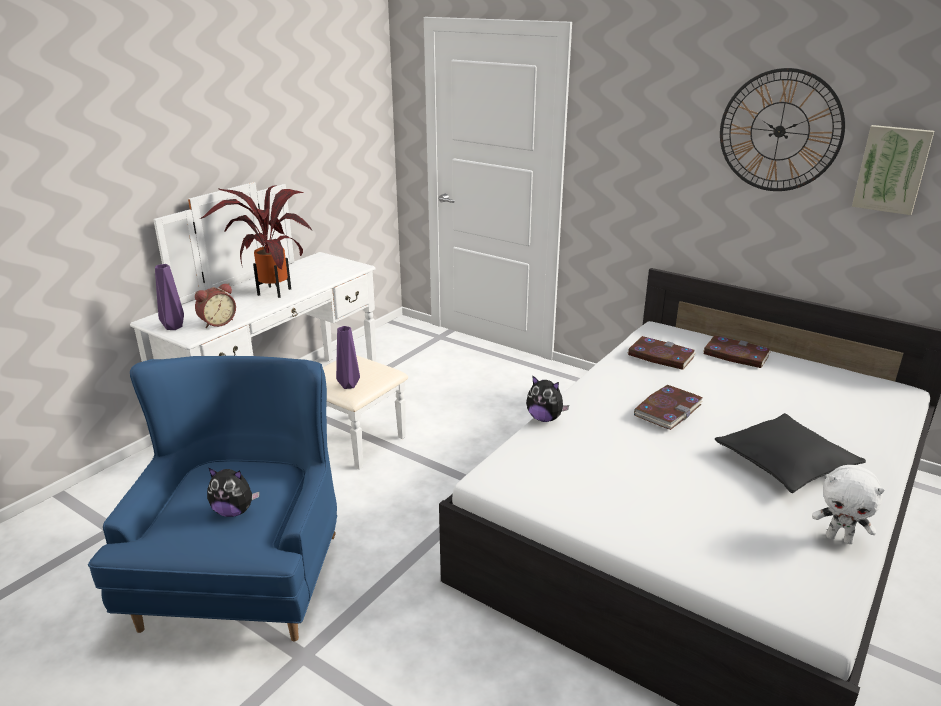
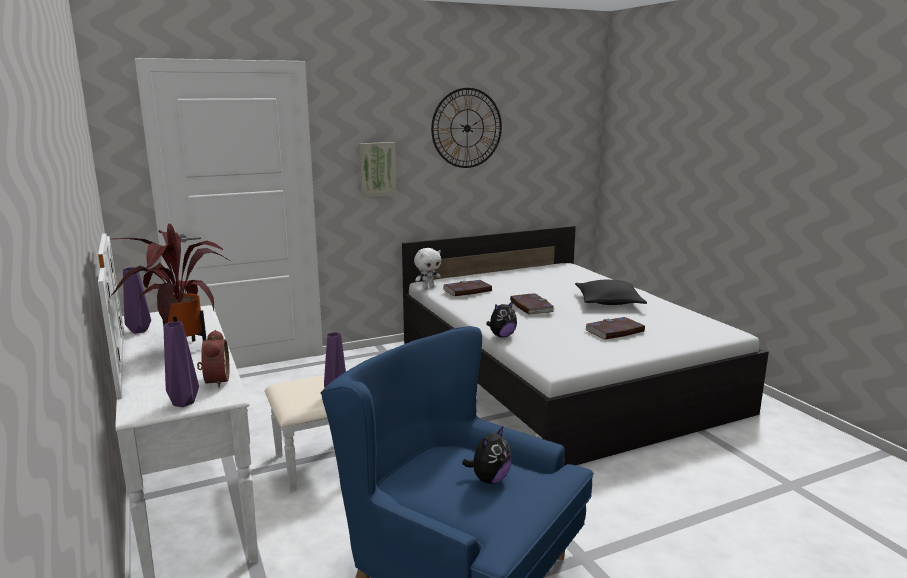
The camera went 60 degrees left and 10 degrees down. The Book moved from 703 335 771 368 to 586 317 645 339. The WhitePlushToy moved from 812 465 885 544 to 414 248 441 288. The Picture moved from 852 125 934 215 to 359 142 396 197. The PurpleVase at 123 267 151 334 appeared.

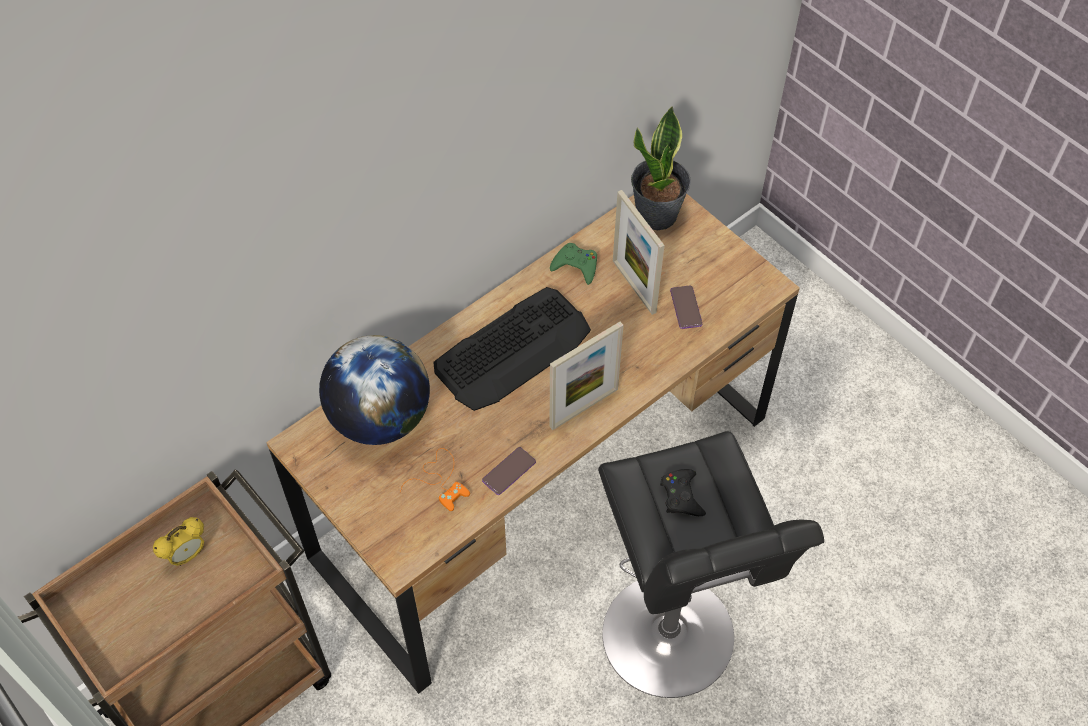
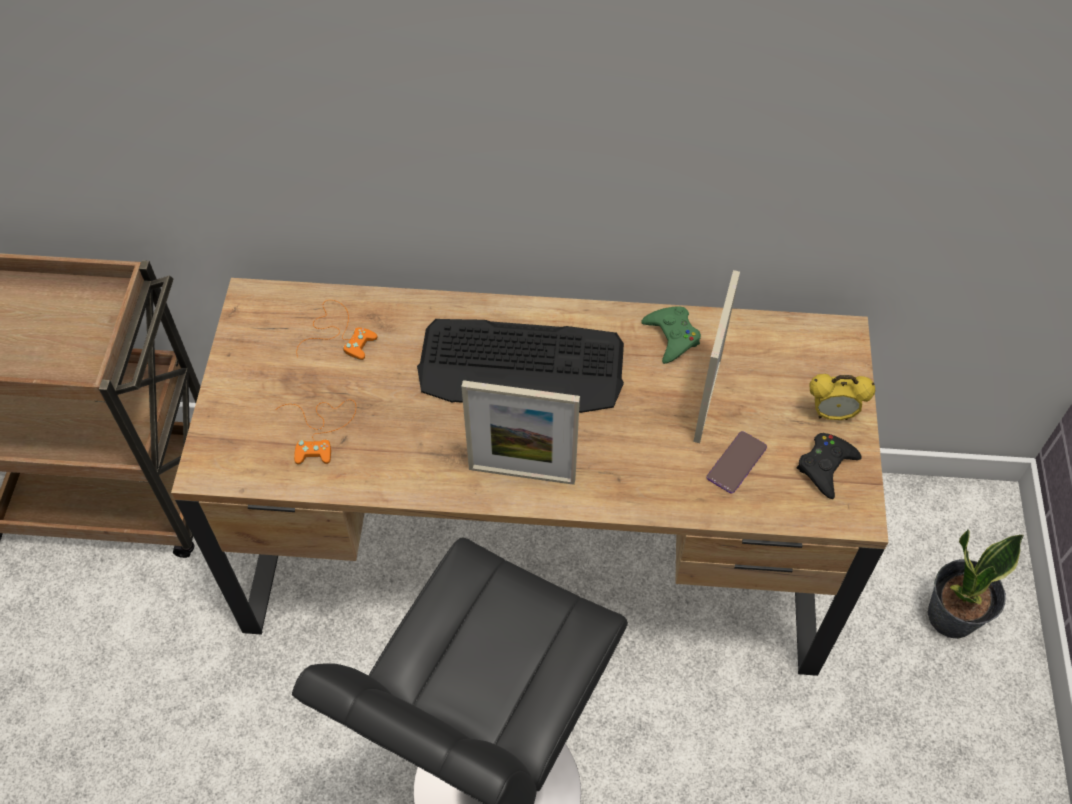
The camera went 45 degrees right and 0 degrees up. The AlarmClock moved from 153 517 204 566 to 809 374 875 420. The Globe at 319 335 430 445 was replaced by the OrangeGameController at 296 300 377 360. The Phone at 482 447 536 495 disappeared. The PottedPlant moved from 631 106 691 230 to 927 529 1024 639. The BlackGameController moved from 660 469 706 516 to 796 433 862 499.

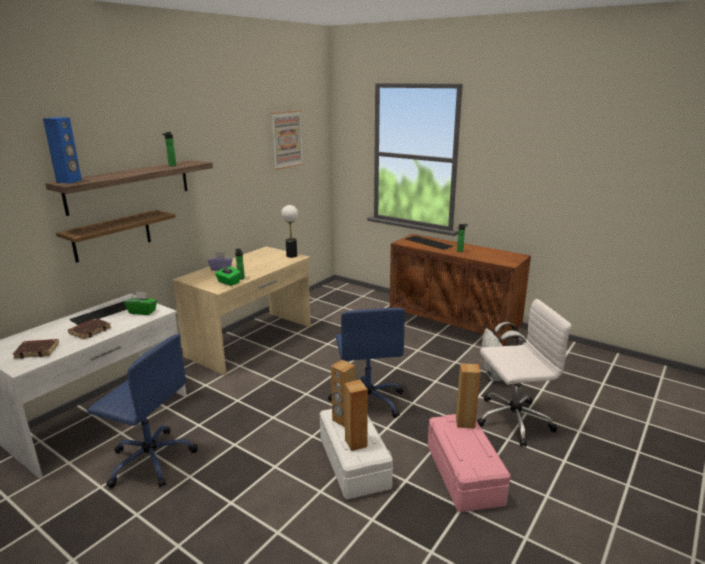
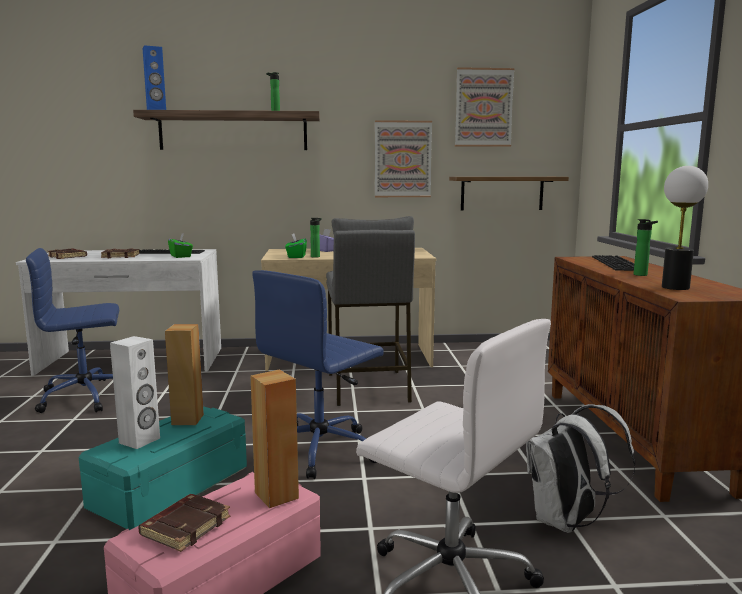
The camera went 50 degrees right and 10 degrees down. The Shelf moved from 56 210 176 263 to 449 177 569 210. The BlueOfficeChair at 88 334 198 488 turned 90 degrees clockwise. The TableLamp moved from 281 205 298 258 to 662 166 708 290. The WhiteStorageBox at 320 409 393 499 became the TurquoiseStorageBox at 79 406 247 530. The BrownSpeaker at 344 380 368 451 became the WhiteSpeaker at 110 336 160 449. The BrownBook at 138 494 230 552 appeared. The GreyStool at 326 216 415 406 appeared. The Picture at 375 120 432 197 appeared.

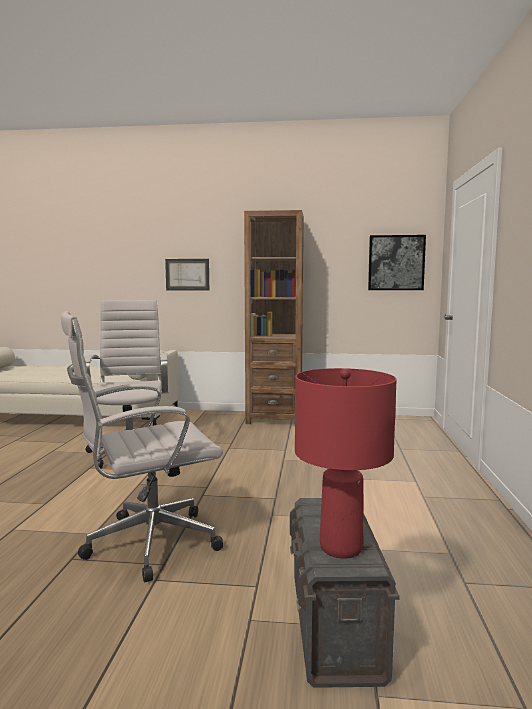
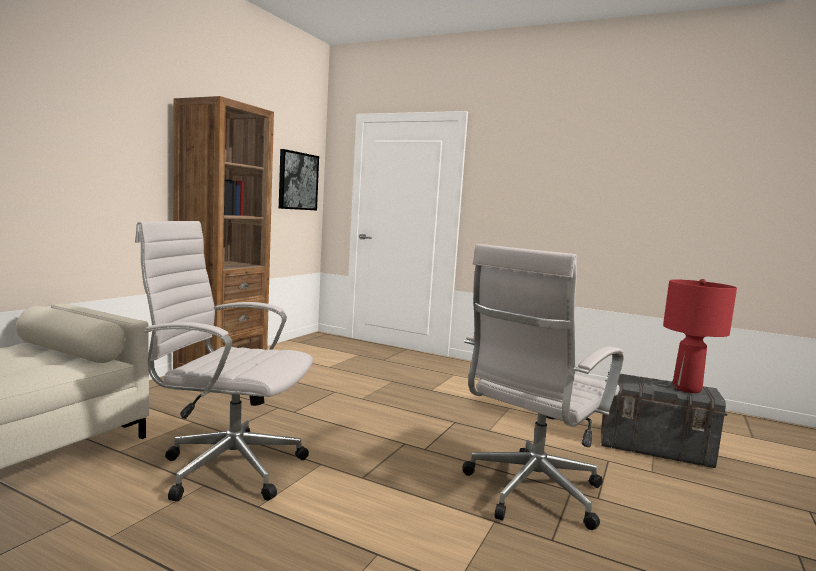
The camera went 70 degrees left and 0 degrees up. The WhiteOfficeChair at 61 311 223 582 turned 45 degrees clockwise. The Picture at 165 259 209 291 disappeared.

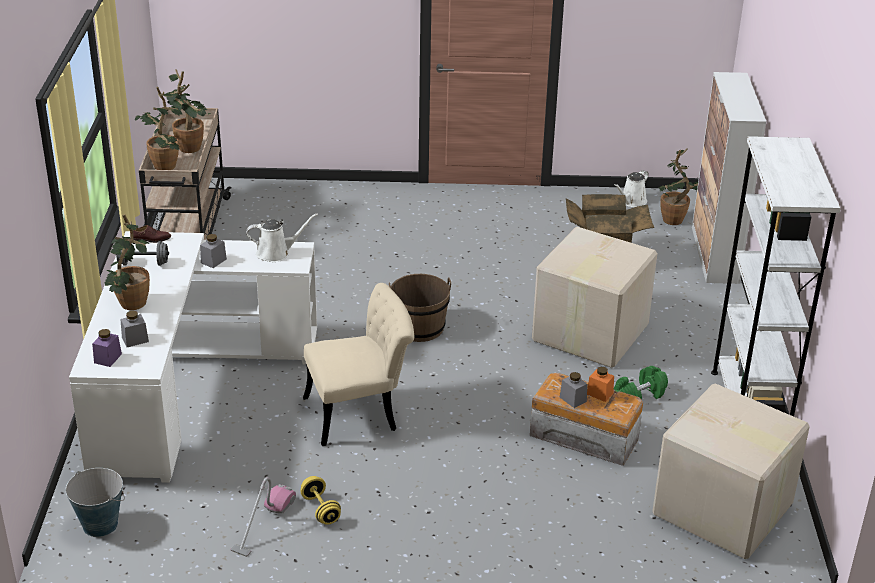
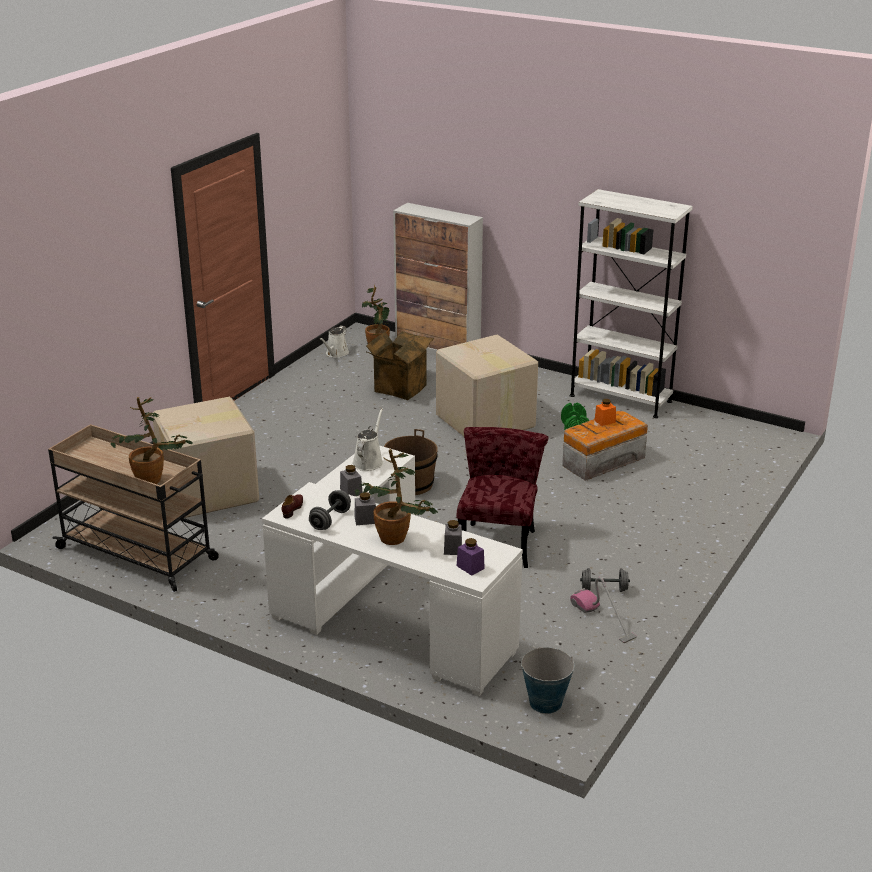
The camera went 60 degrees left and 5 degrees down. The PottedPlant at 166 69 210 153 disappeared. The YellowDumbbell at 301 476 341 525 became the GreyDumbbell at 580 568 630 592. The BeigeChair at 303 283 414 446 became the RedChair at 457 427 548 568. The GreyJar moved from 560 372 587 408 to 355 492 376 525. The WhiteWateringCan at 614 170 649 207 turned 45 degrees clockwise. The CardboardBox moved from 652 383 810 559 to 152 397 259 518.

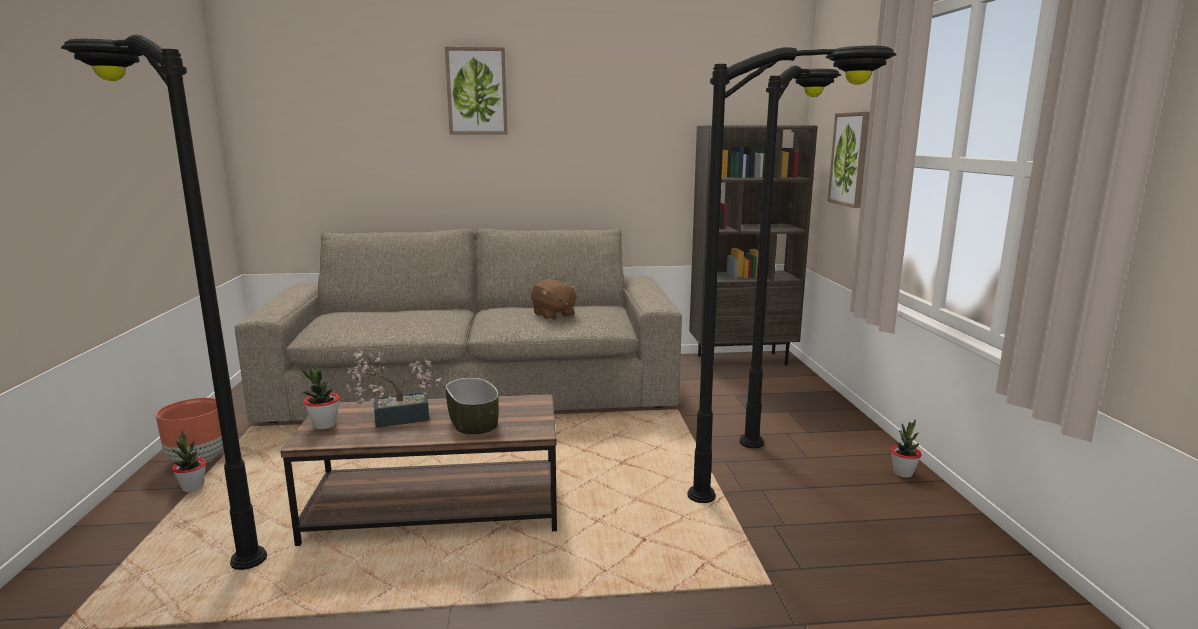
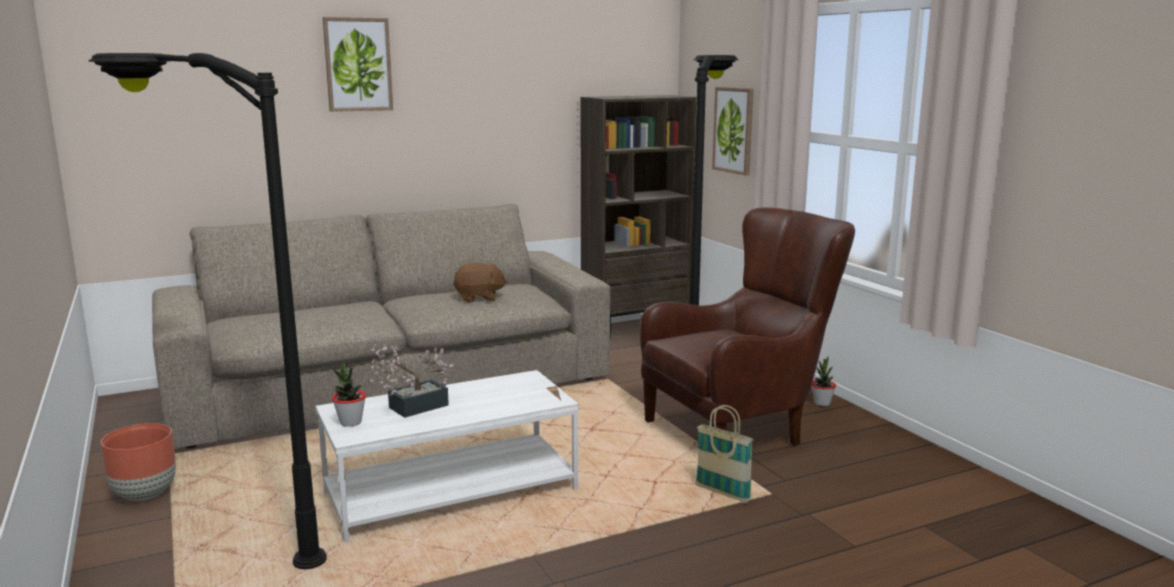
The camera went 20 degrees left and 0 degrees up. The PottedPlant at 171 431 206 492 disappeared. The BrownCoffeeTable at 280 394 557 546 became the WhiteCoffeeTable at 315 370 579 542. The Bowl at 445 378 499 435 disappeared. The BrownPlushToy at 531 279 578 320 turned 45 degrees counterclockwise. The BlackFloorLamp at 687 46 897 503 was replaced by the BrownArmchair at 640 207 855 446. The Basket at 695 405 754 504 appeared.

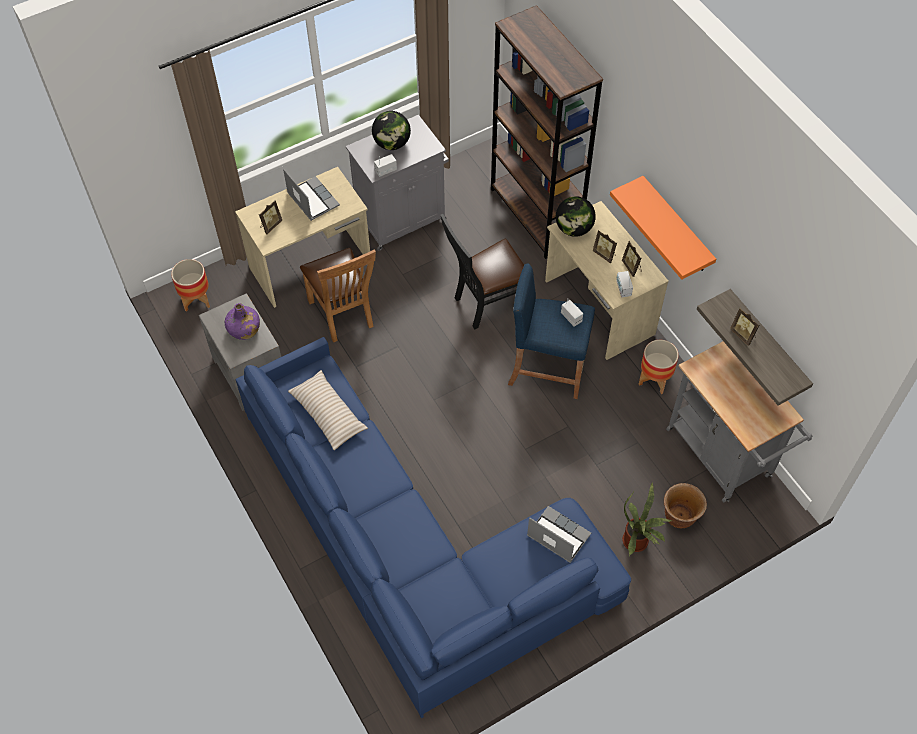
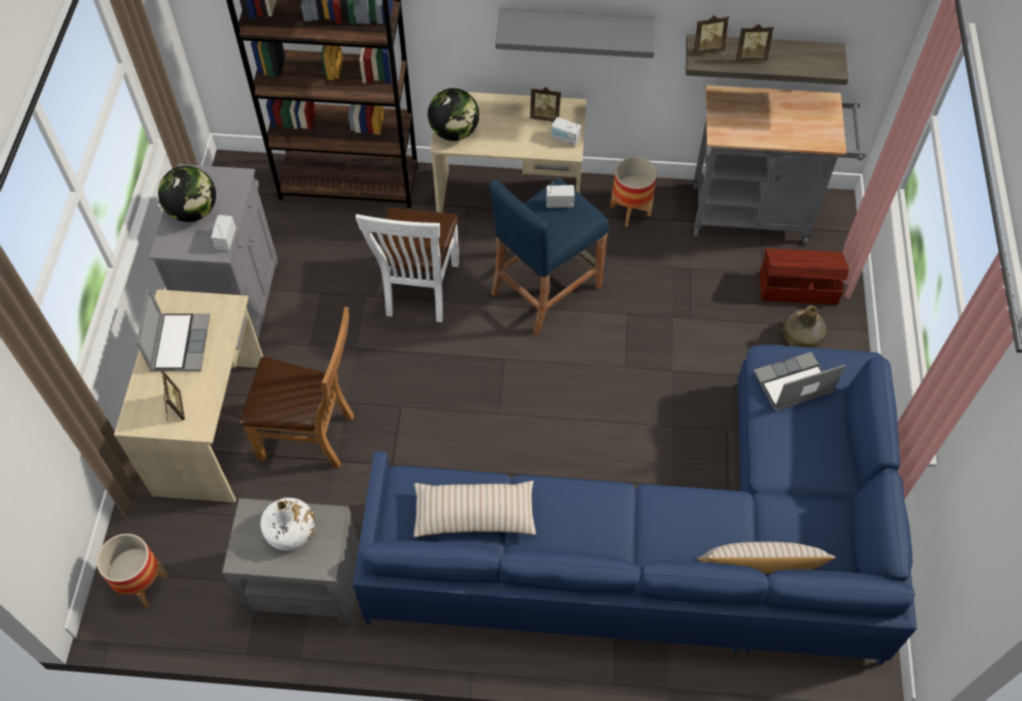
The camera went 55 degrees left and 0 degrees up. The PurpleBottle at 225 303 260 340 became the WhiteBottle at 261 498 315 550. The Laptop at 283 169 340 221 turned 90 degrees clockwise. The BlackChair at 441 214 524 329 became the WhiteChair at 355 207 459 322. The PictureFrame moved from 593 230 617 263 to 694 15 729 55. The OrangeShelf at 610 176 716 280 became the GreyShelf at 495 7 655 58. The PottedPlant at 622 483 672 556 was replaced by the GreenBottle at 783 305 827 348. The BrownPlanter at 664 483 707 528 was replaced by the BrownStorageBox at 760 248 849 305. The BeigePillow at 697 542 836 573 appeared.

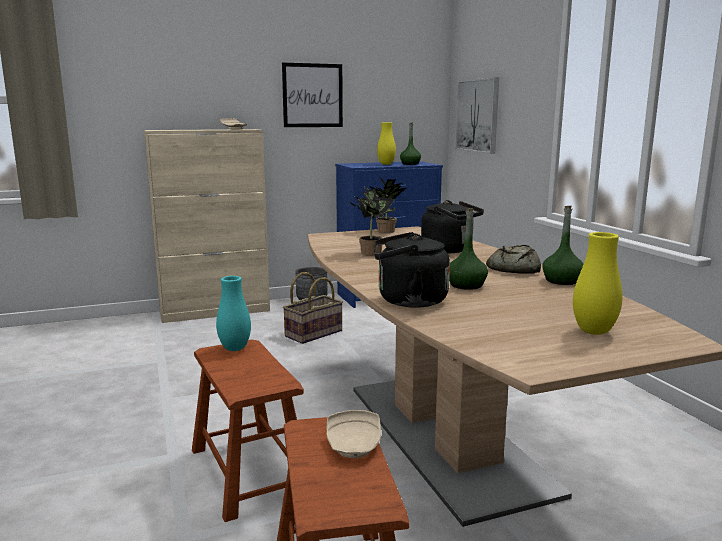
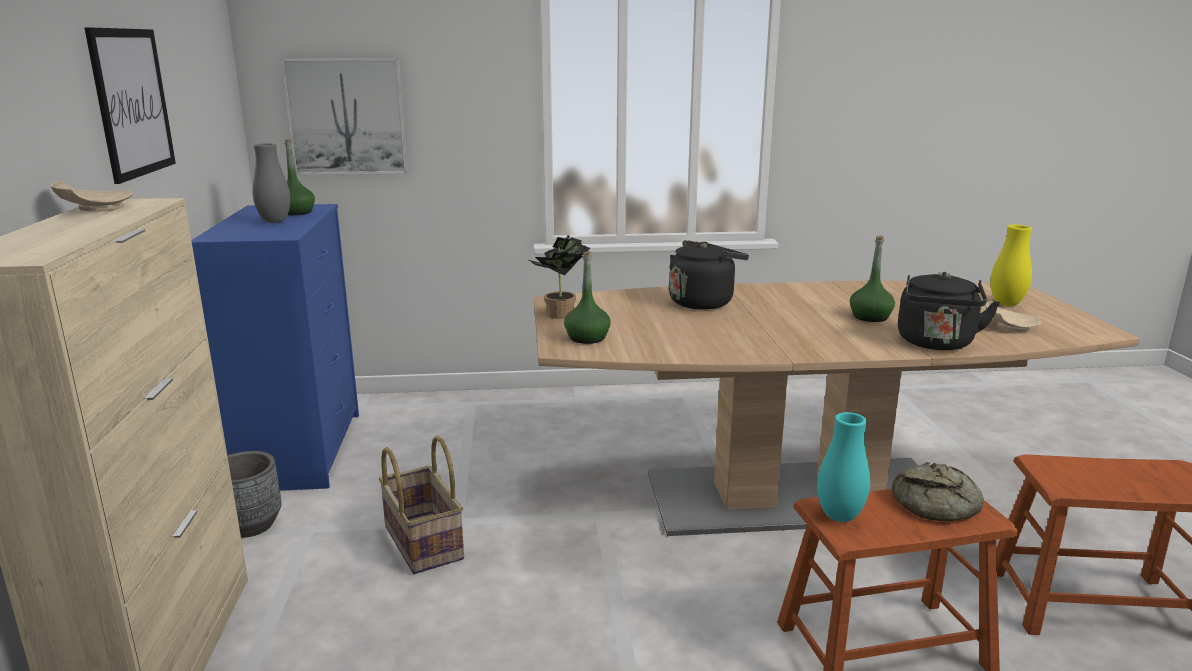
The camera went 75 degrees left and 5 degrees up. The BeigePlate moved from 326 410 381 458 to 986 301 1041 332. The PottedPlant at 349 189 395 256 disappeared. The YellowVase at 377 122 396 165 became the GreyVase at 252 143 291 223. The Bread moved from 486 245 541 274 to 892 462 984 521. The GreenBottle moved from 542 206 584 285 to 564 251 611 344.

